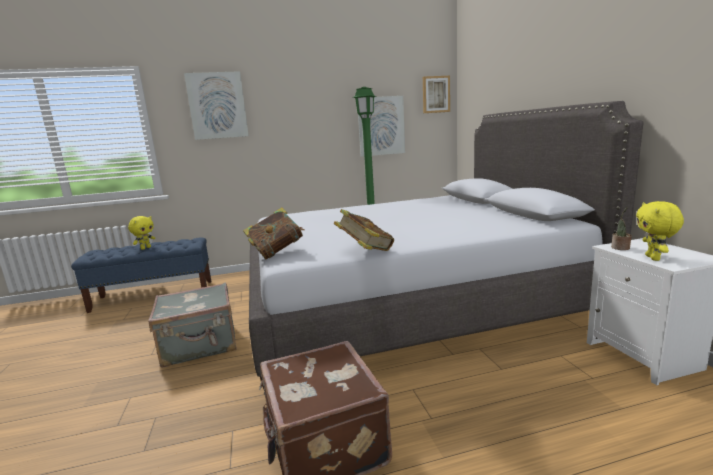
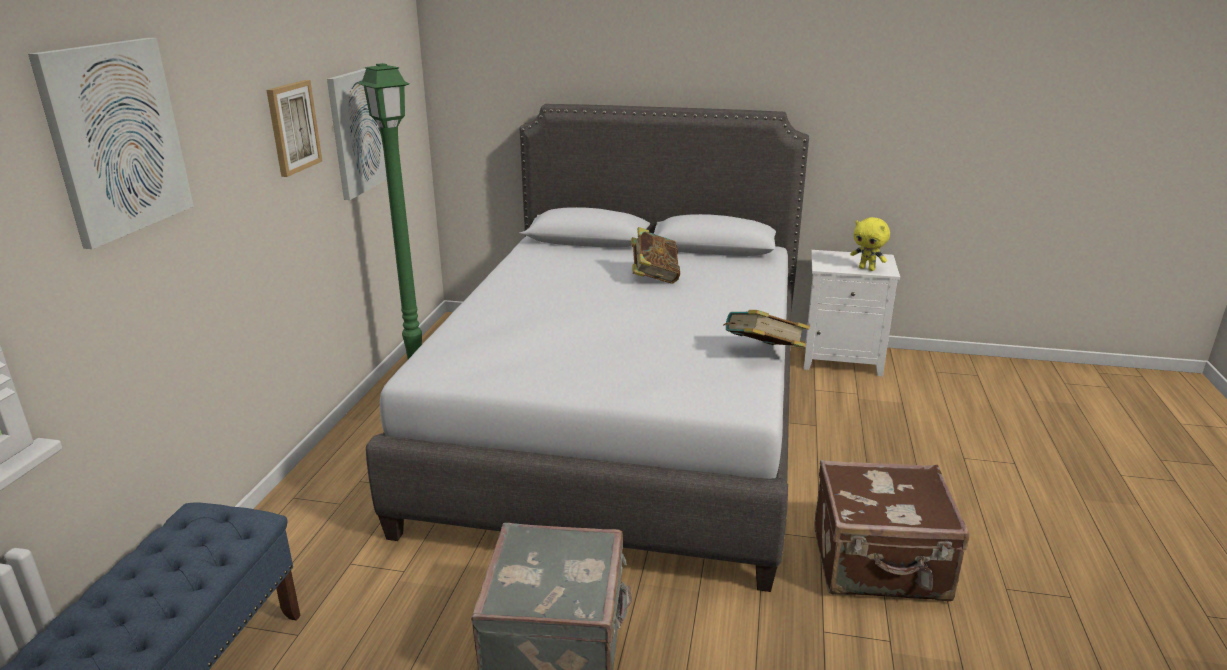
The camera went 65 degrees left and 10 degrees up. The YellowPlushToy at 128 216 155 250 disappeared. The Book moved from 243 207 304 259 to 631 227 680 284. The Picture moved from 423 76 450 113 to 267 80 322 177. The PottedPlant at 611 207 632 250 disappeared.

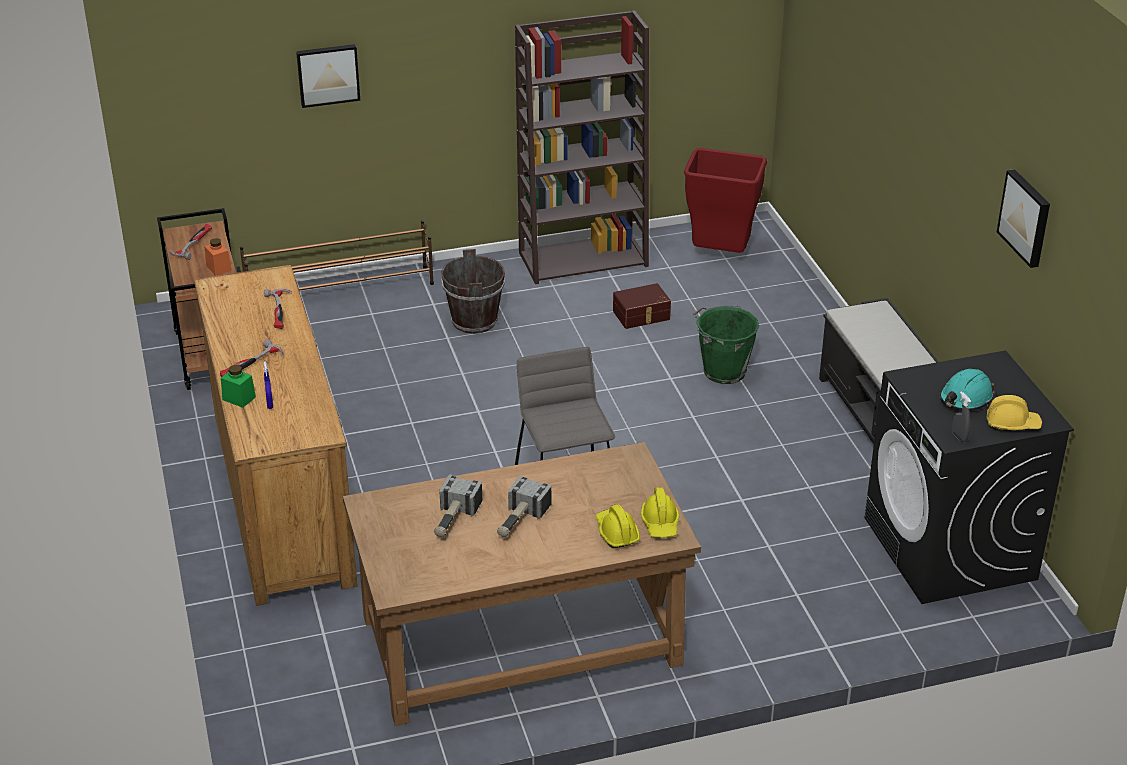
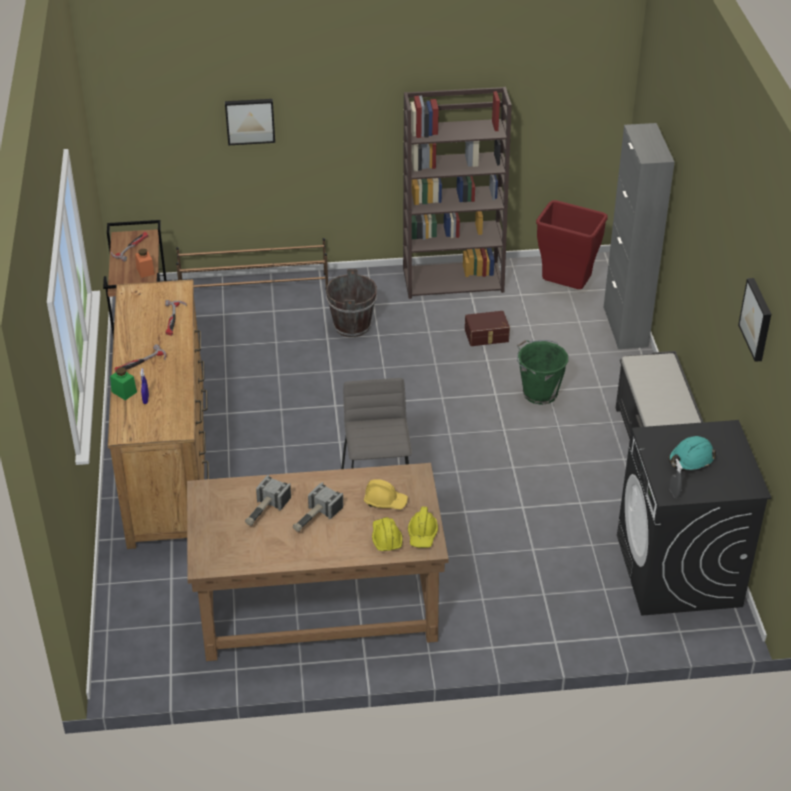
The camera went 10 degrees right and 5 degrees up. The YellowHardHat moved from 987 395 1042 431 to 364 479 408 509. The GreyCabinet at 603 123 675 349 appeared.

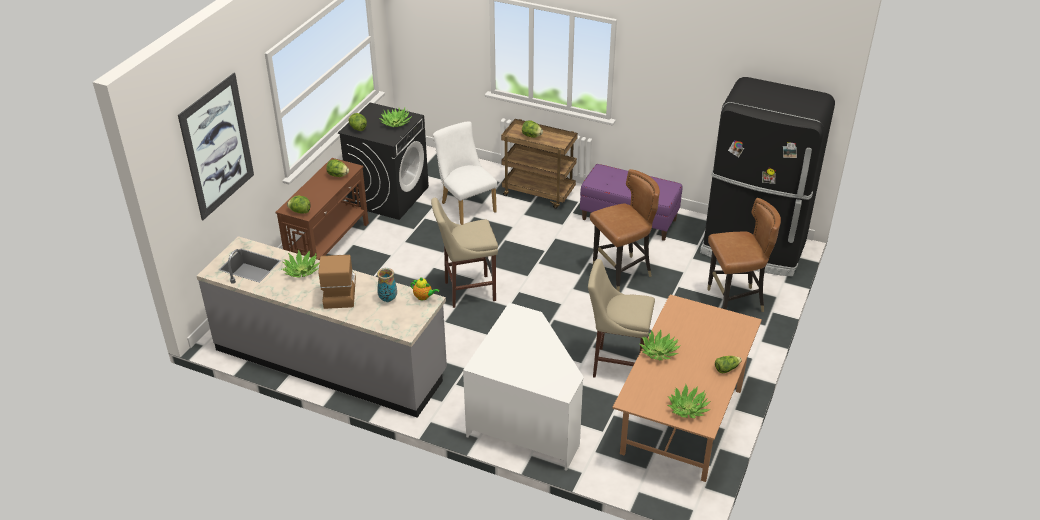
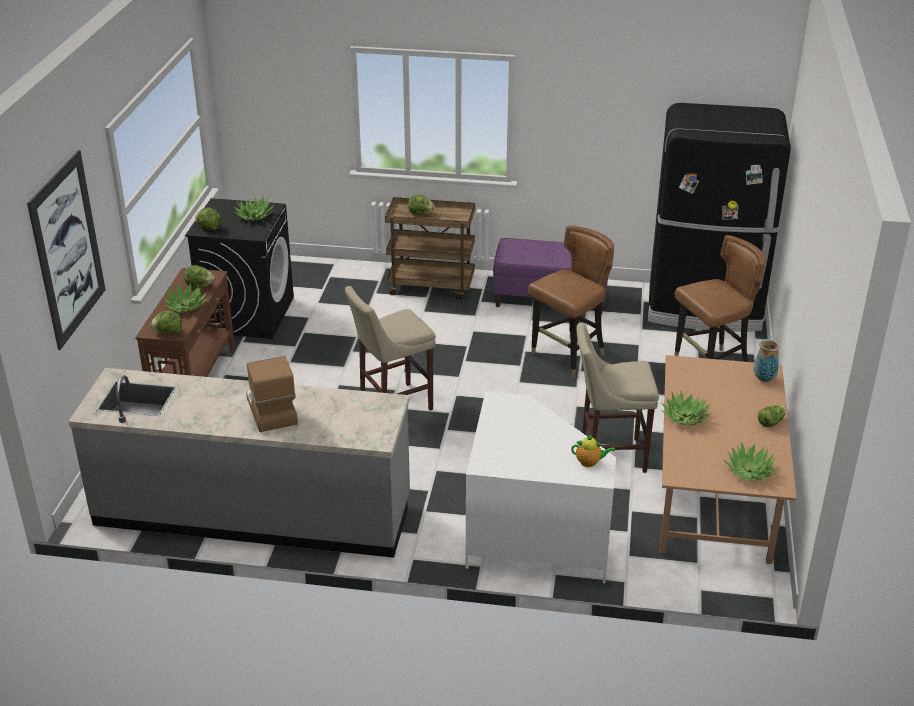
The camera went 15 degrees left and 5 degrees down. The PottedPlant moved from 282 250 320 278 to 163 283 208 312. The Vase moved from 377 268 397 302 to 753 339 780 382. The Teapot moved from 411 277 439 300 to 571 435 615 467. The WhiteChair at 433 122 497 225 disappeared.

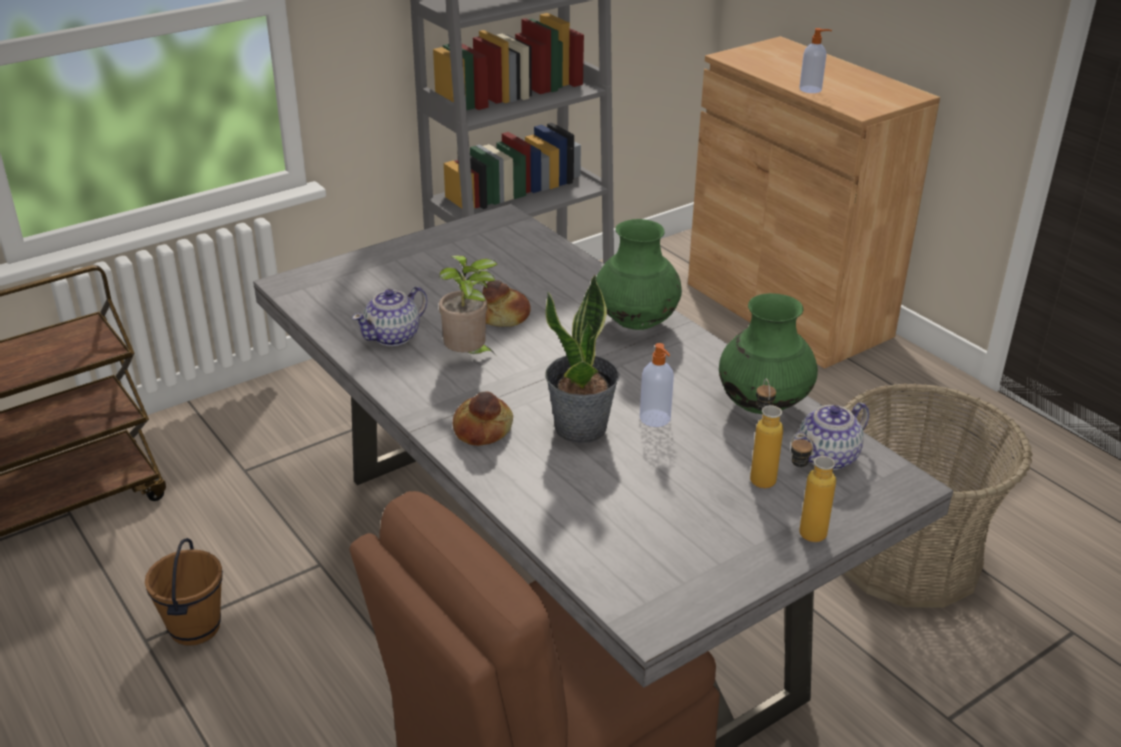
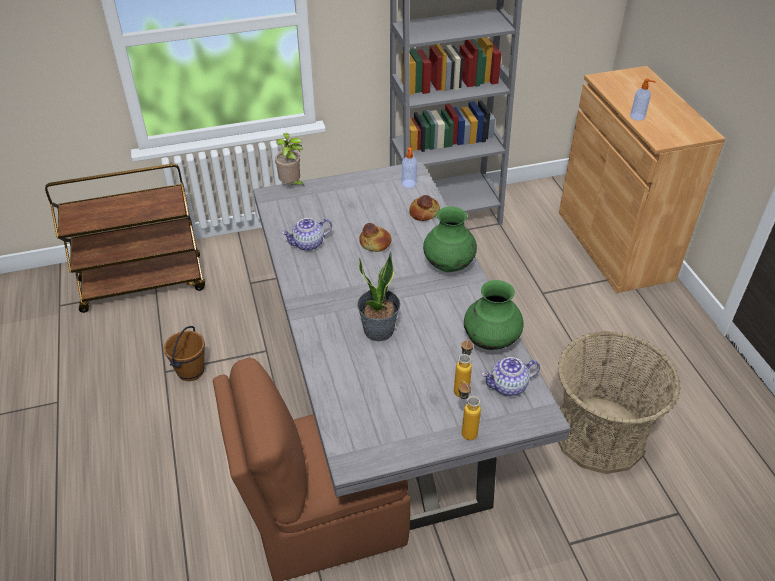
The camera went 20 degrees right and 10 degrees up. The PottedPlant moved from 439 256 498 354 to 275 133 305 187. The Bread moved from 453 391 513 446 to 409 195 440 221. The SoapDispenser moved from 640 343 674 427 to 402 147 417 188.

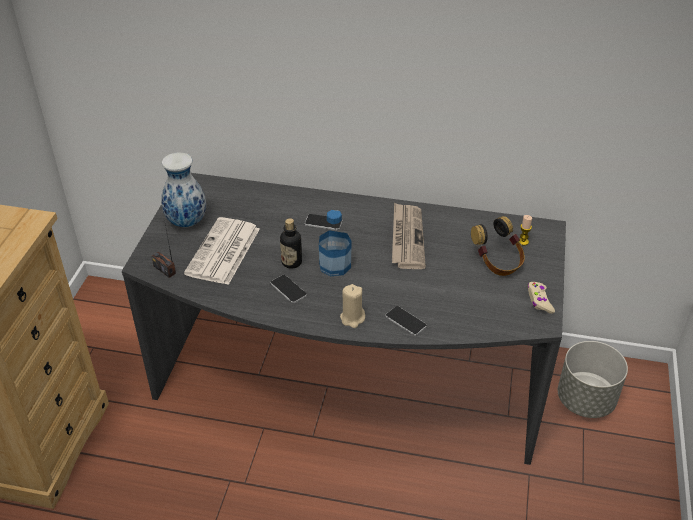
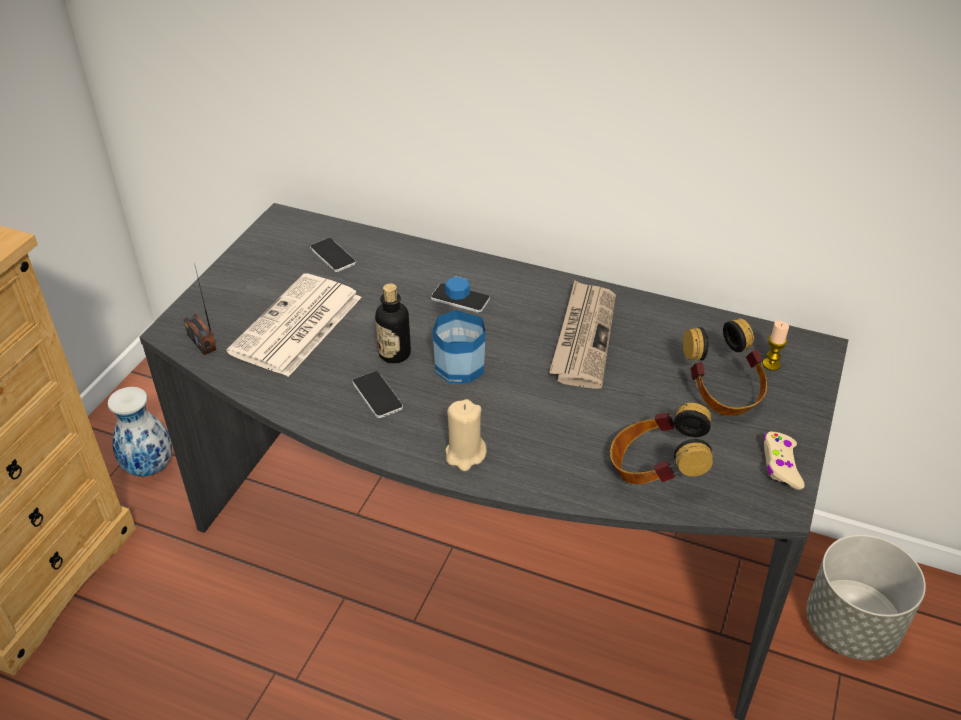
The camera went 10 degrees right and 0 degrees up. The Vase moved from 161 153 206 227 to 108 387 172 477. The Phone moved from 386 306 427 336 to 310 238 356 272. The Headphones at 610 403 713 484 appeared.

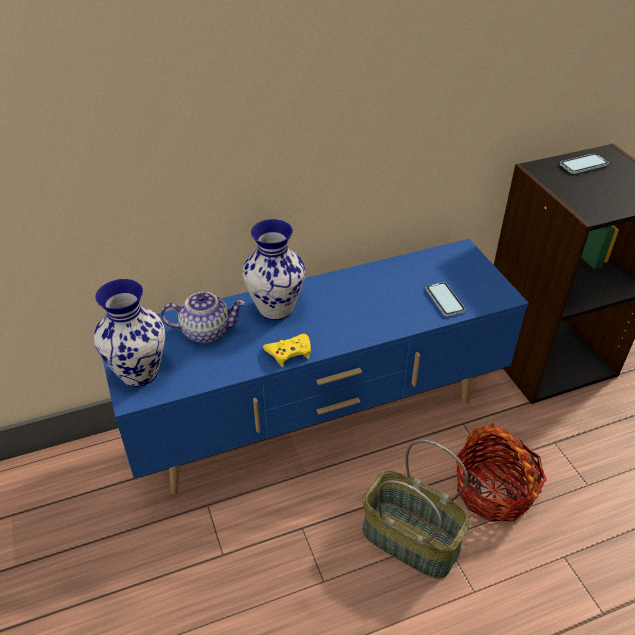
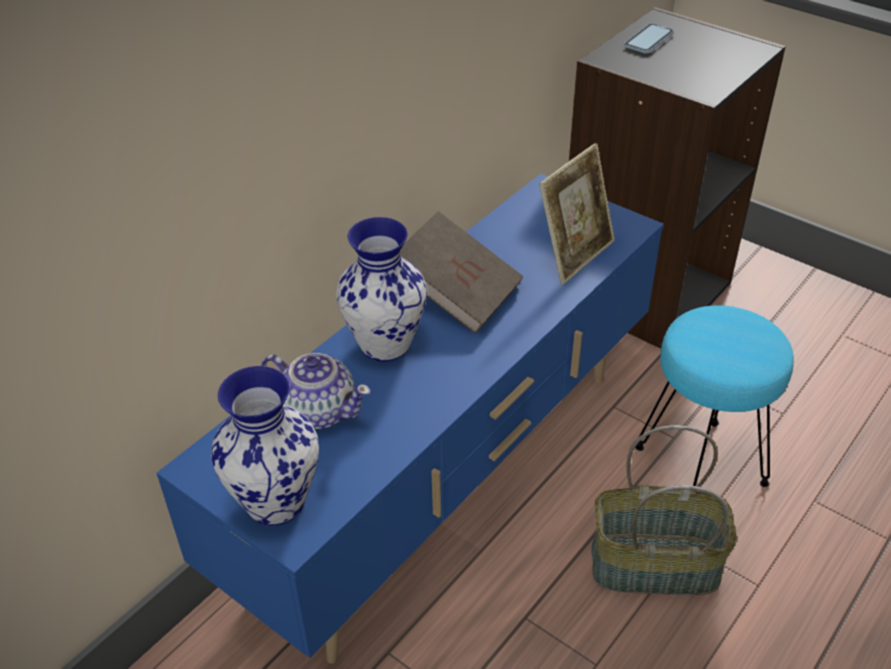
The camera went 30 degrees left and 0 degrees up. The Teapot at 161 292 245 343 turned 60 degrees clockwise. The YellowGameController at 263 334 311 367 disappeared. The Phone at 426 282 466 316 was replaced by the PictureFrame at 539 143 615 284. The Basket at 456 423 547 522 was replaced by the TurquoiseStool at 635 305 794 487. The BrownBook at 400 211 524 334 appeared.

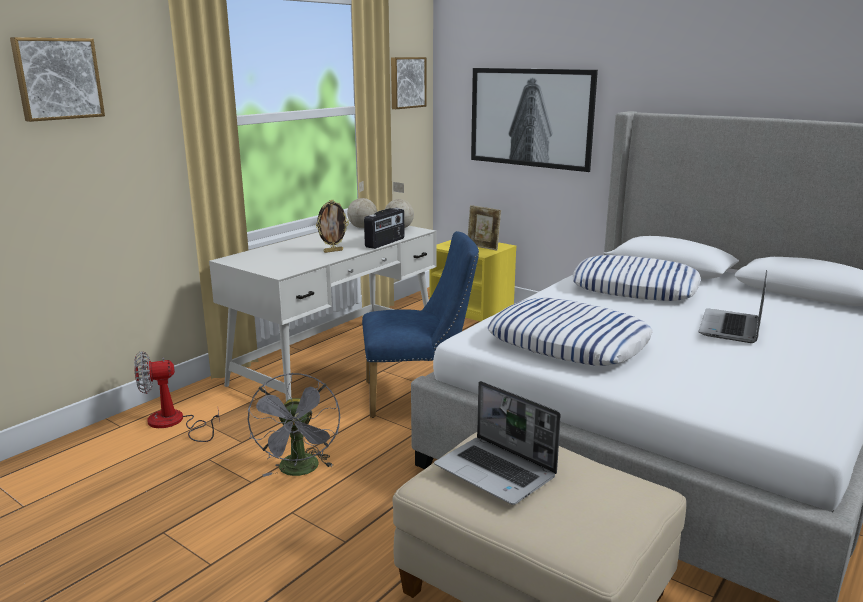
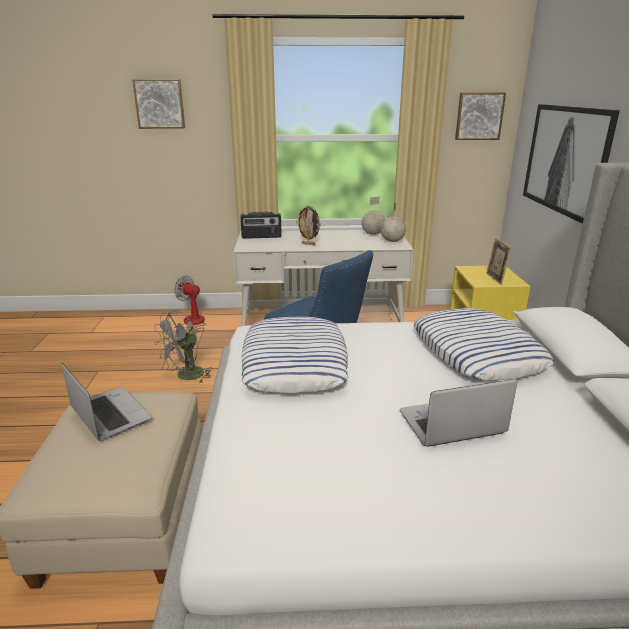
The camera went 50 degrees right and 5 degrees up. The Radio moved from 364 208 405 249 to 240 212 282 239. The Laptop at 434 381 561 505 turned 135 degrees clockwise.

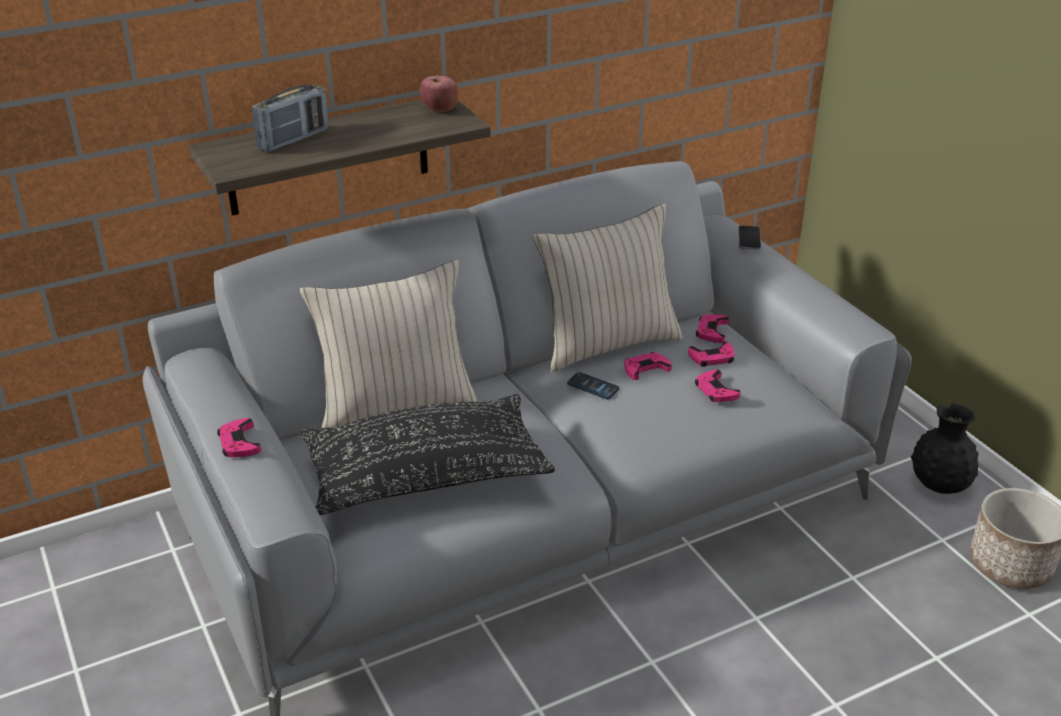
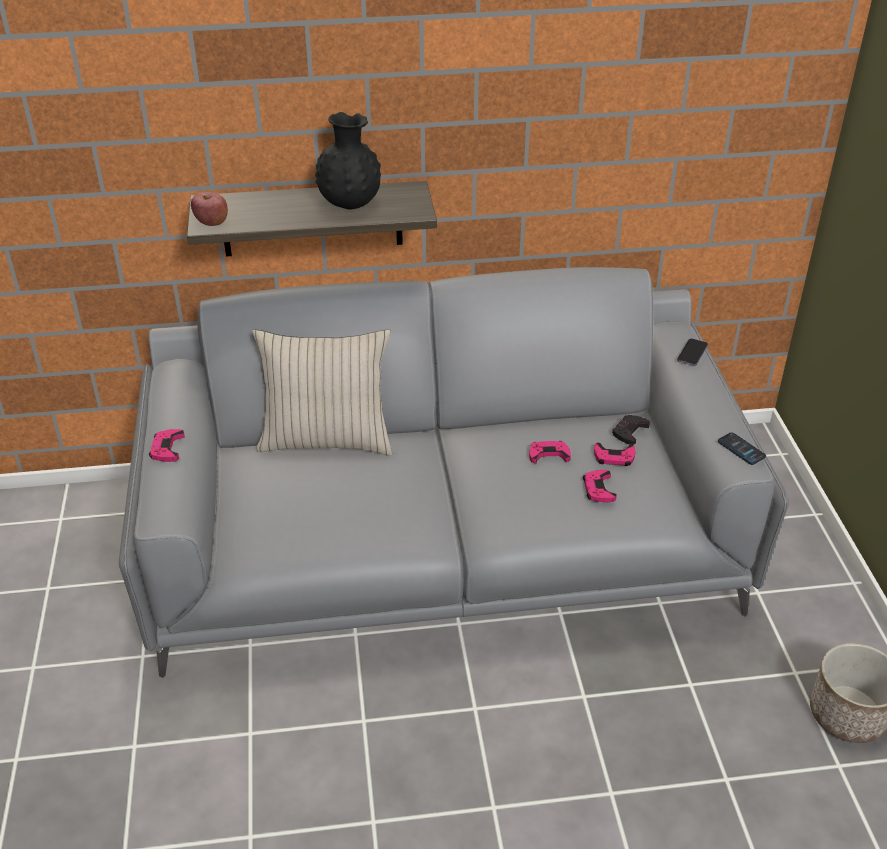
The camera went 20 degrees right and 5 degrees up. The Radio at 252 84 328 152 disappeared. The BlackPillow at 301 394 555 515 disappeared. The Apple moved from 420 75 459 112 to 191 192 228 226. The BeigePillow at 532 203 683 372 disappeared. The Phone moved from 567 372 619 399 to 718 432 766 465. The PinkGameController at 696 314 729 343 became the BlackGameController at 612 415 650 445. The BlackVase moved from 911 403 979 494 to 315 112 381 210.

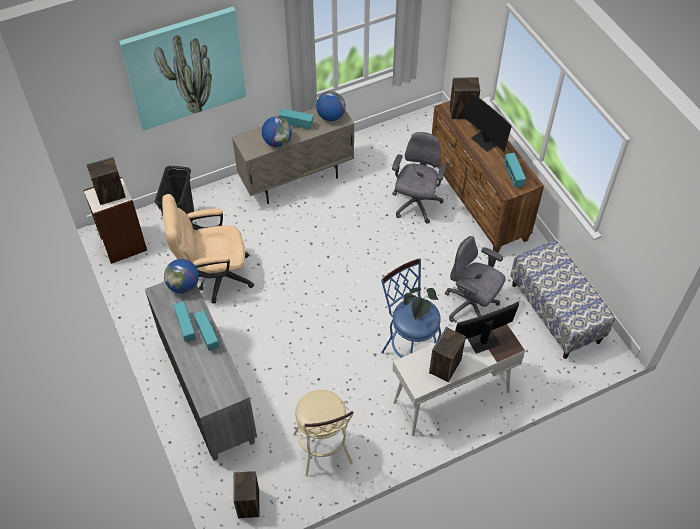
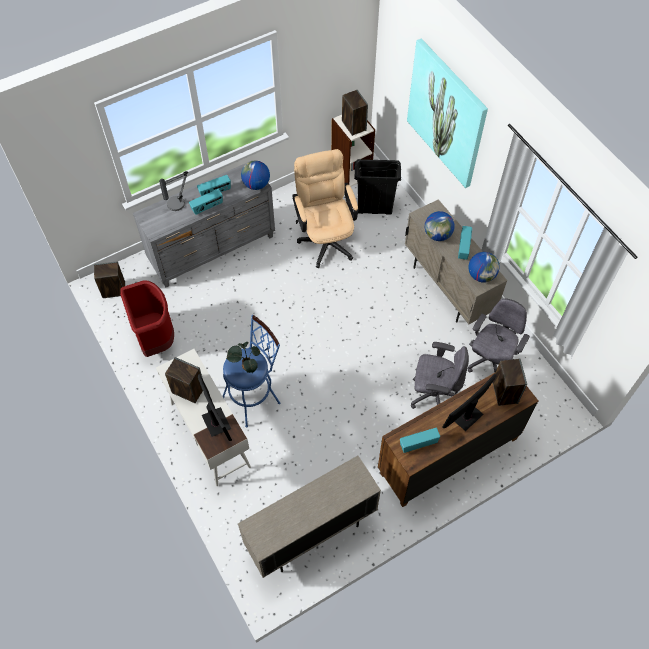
The camera went 85 degrees right and 5 degrees up. The BeigeStool at 293 390 355 477 was replaced by the RedTrashCan at 120 280 174 357. The GreyOfficeChair moved from 445 236 506 322 to 468 298 530 373. The Bench at 510 240 615 359 was replaced by the BeigeCabinet at 238 456 381 578. The TableLamp at 159 171 188 211 appeared.

